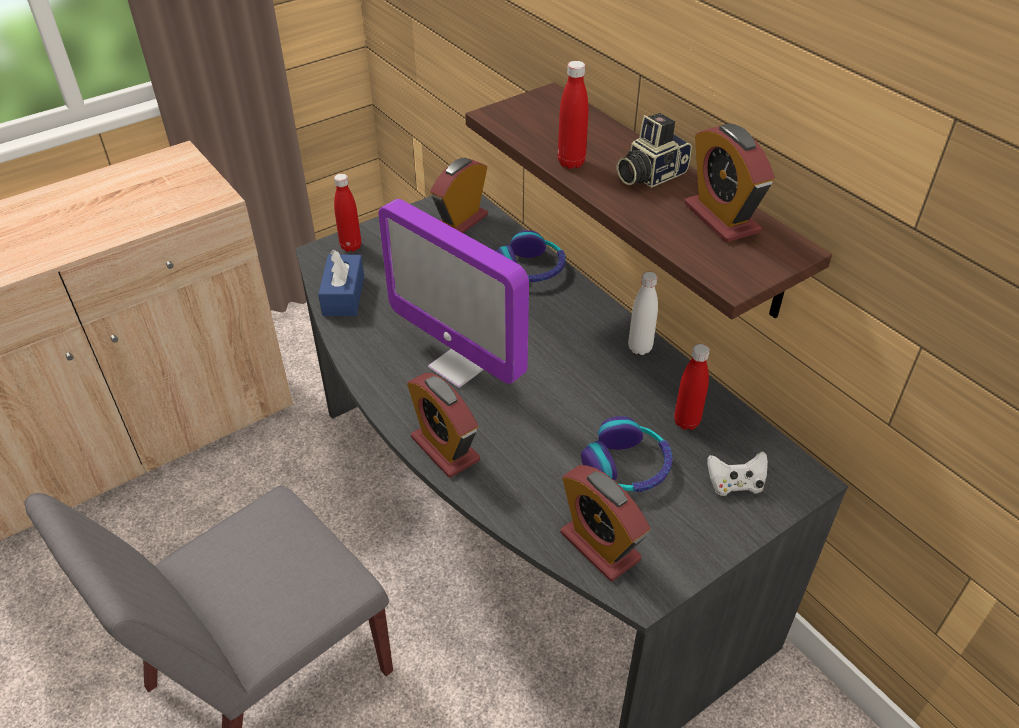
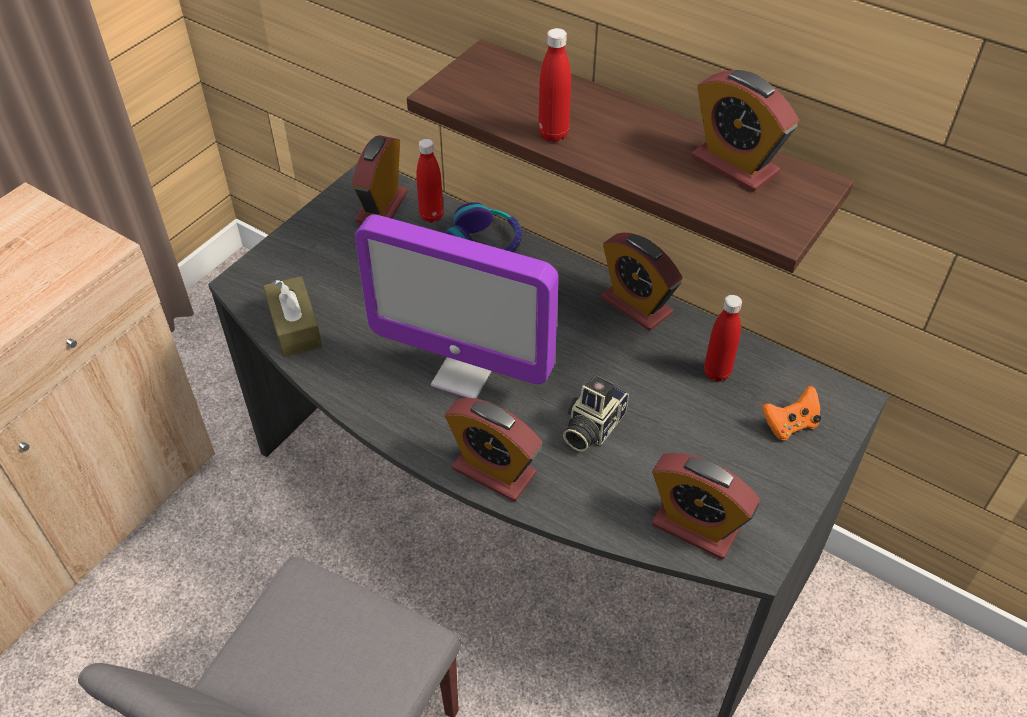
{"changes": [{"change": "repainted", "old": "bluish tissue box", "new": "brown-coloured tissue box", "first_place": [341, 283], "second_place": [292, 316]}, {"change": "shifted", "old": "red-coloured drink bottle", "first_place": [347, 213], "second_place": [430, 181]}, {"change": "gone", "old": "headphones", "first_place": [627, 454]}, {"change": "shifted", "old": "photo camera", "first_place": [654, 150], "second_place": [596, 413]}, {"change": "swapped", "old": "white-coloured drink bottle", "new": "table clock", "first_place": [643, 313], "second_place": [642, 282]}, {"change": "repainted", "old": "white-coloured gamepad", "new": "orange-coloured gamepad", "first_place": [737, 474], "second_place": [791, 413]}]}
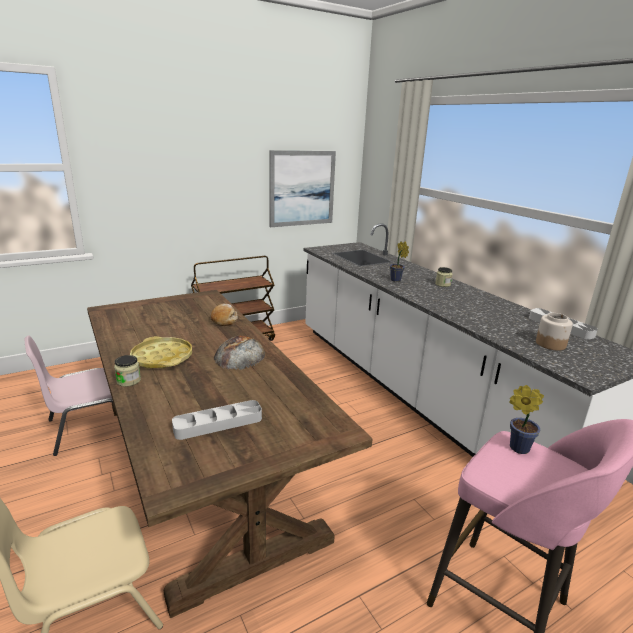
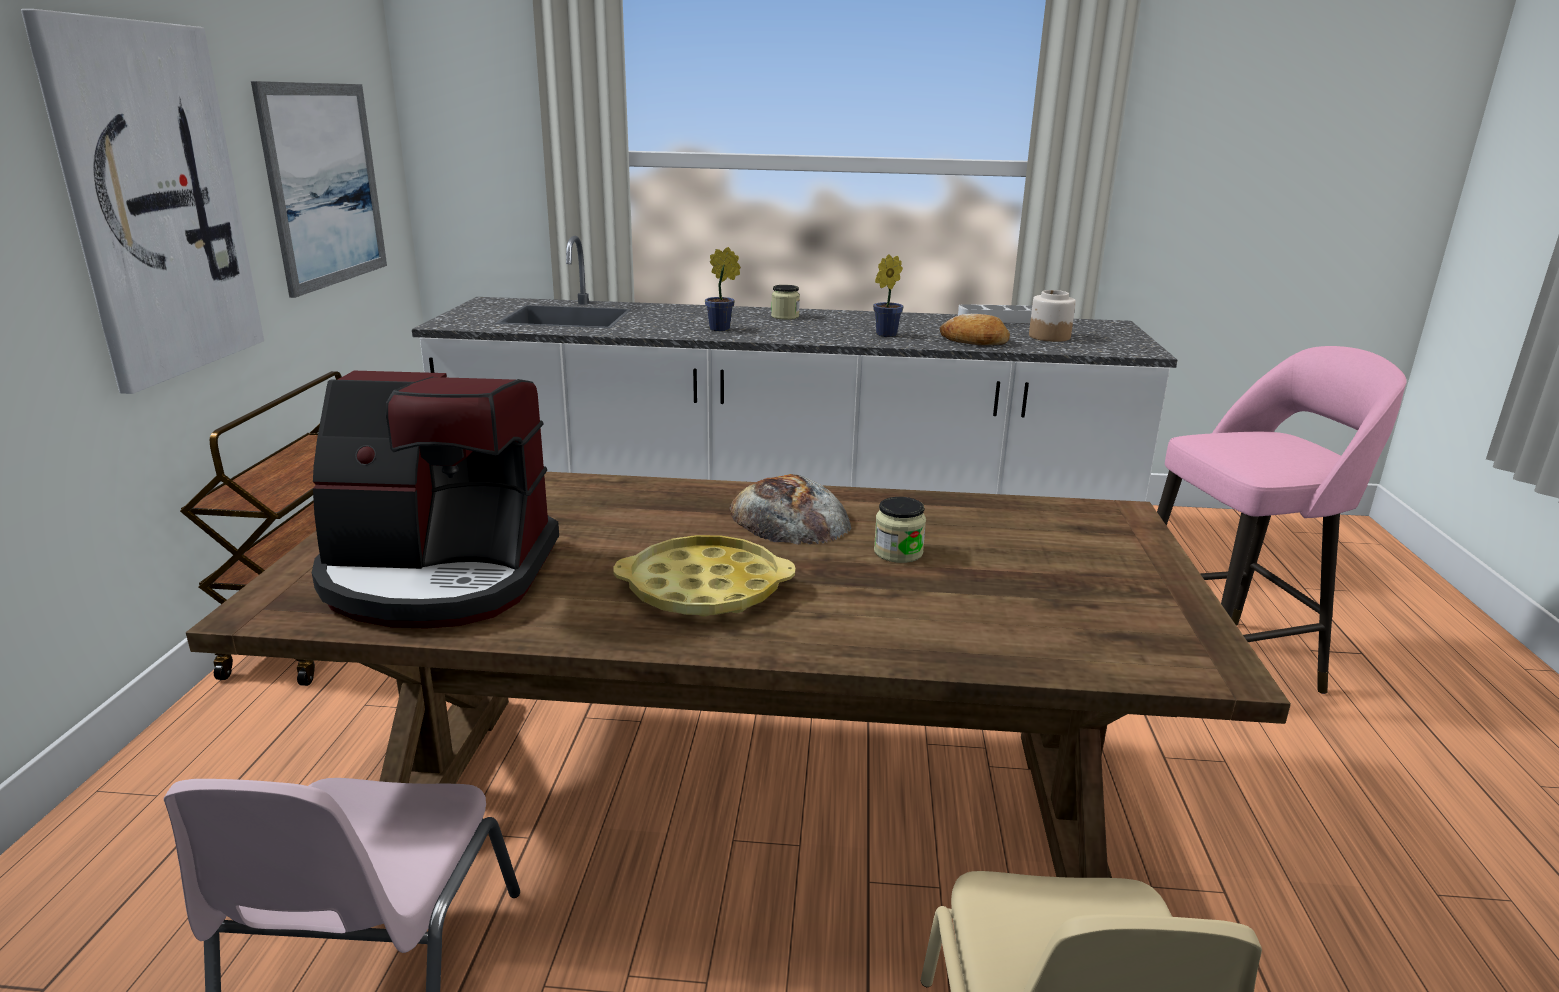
{"changes": [{"change": "shifted", "old": "storage jar", "first_place": [127, 371], "second_place": [900, 530]}, {"change": "gone", "old": "grey carrying tray", "first_place": [217, 420]}, {"change": "shifted", "old": "bakery bread", "first_place": [224, 314], "second_place": [975, 329]}, {"change": "shifted", "old": "plant in a pot", "first_place": [526, 419], "second_place": [888, 295]}, {"change": "new", "new": "wall picture", "second_place": [142, 201]}, {"change": "new", "new": "coffee maker", "second_place": [435, 499]}]}
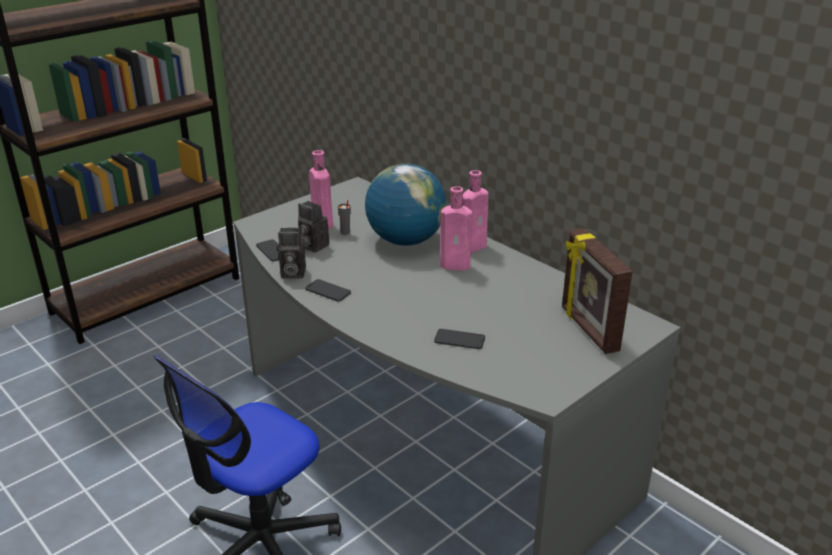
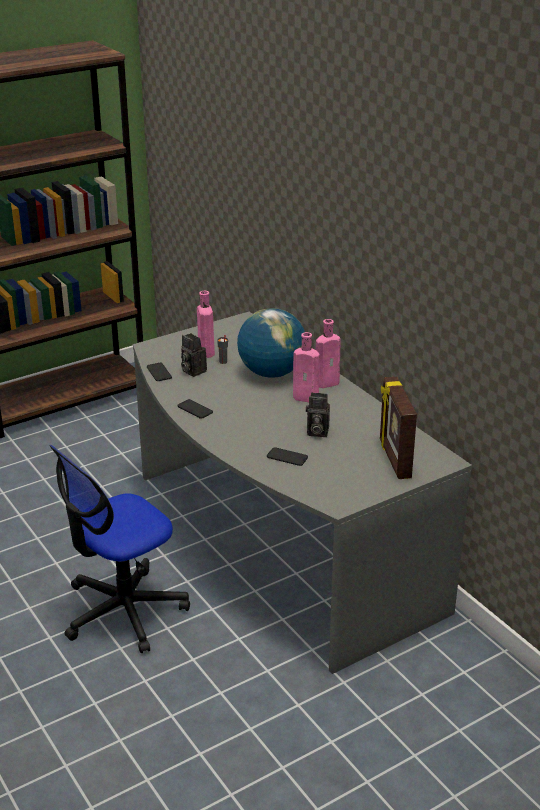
{"changes": [{"change": "shifted", "old": "photo camera", "first_place": [291, 253], "second_place": [318, 415]}]}
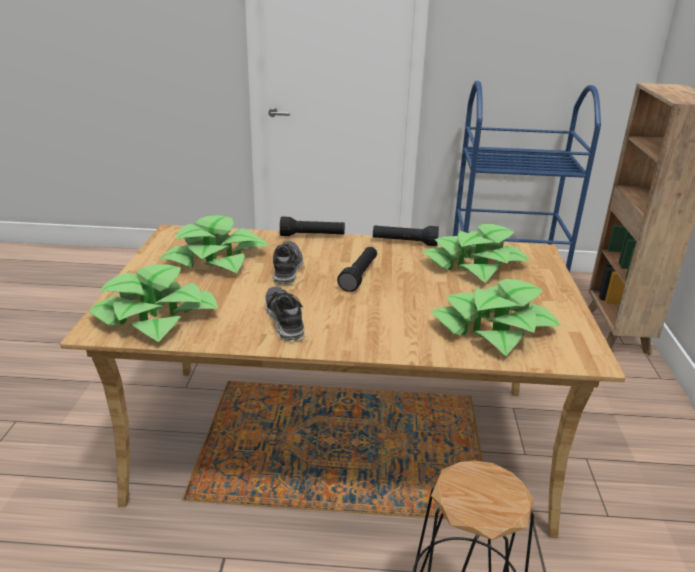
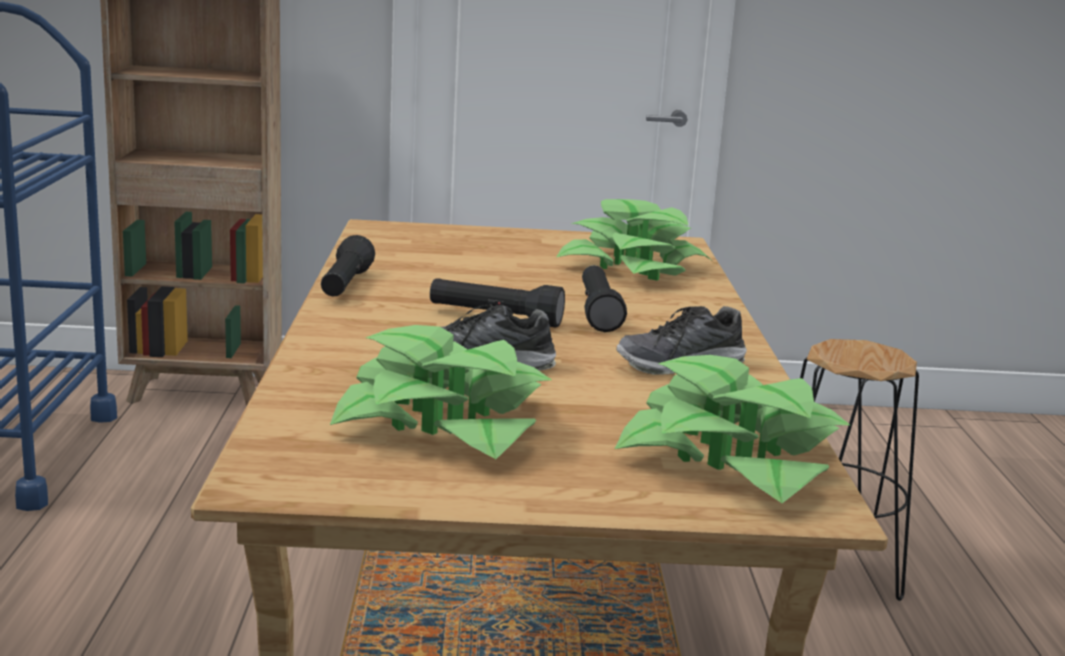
{"changes": [{"change": "shifted", "old": "black-coloured hand torch", "first_place": [312, 226], "second_place": [604, 298]}, {"change": "gone", "old": "plant in a pot", "first_place": [476, 253]}]}
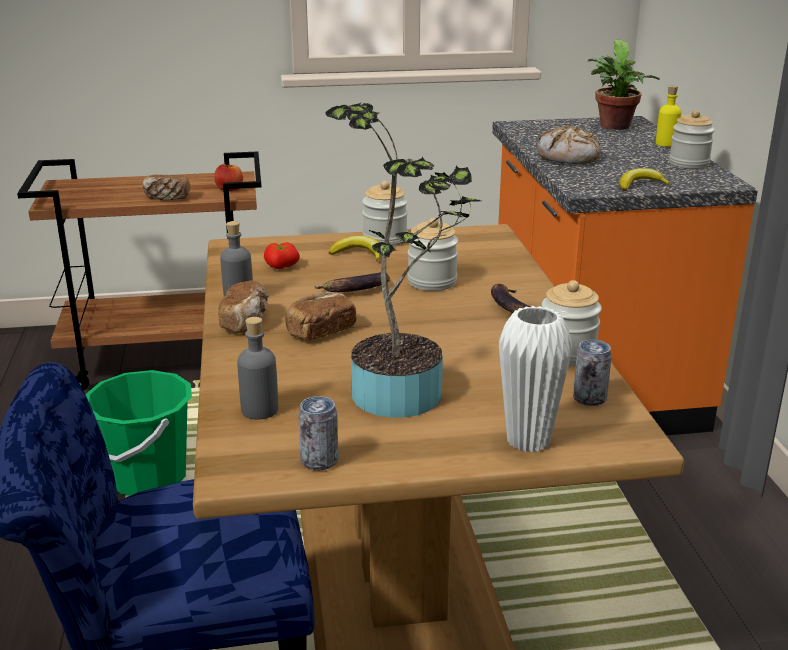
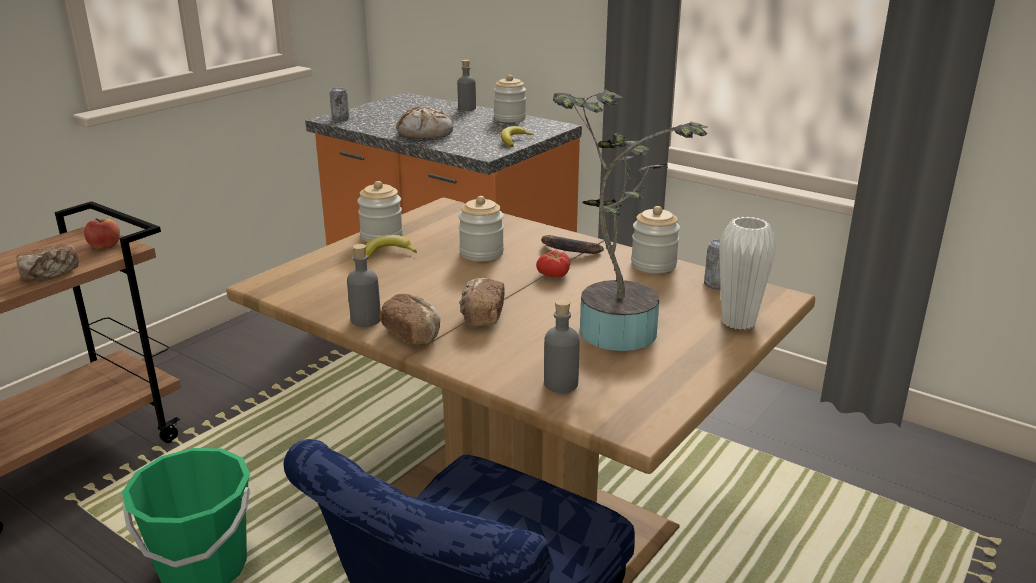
{"changes": [{"change": "shifted", "old": "fresh tomato", "first_place": [282, 255], "second_place": [553, 264]}, {"change": "shifted", "old": "metal can", "first_place": [318, 433], "second_place": [339, 104]}, {"change": "gone", "old": "banana fruit", "first_place": [352, 282]}, {"change": "gone", "old": "plant in a pot", "first_place": [624, 85]}, {"change": "repainted", "old": "yellow drink bottle", "new": "grey drink bottle", "first_place": [668, 116], "second_place": [466, 85]}]}
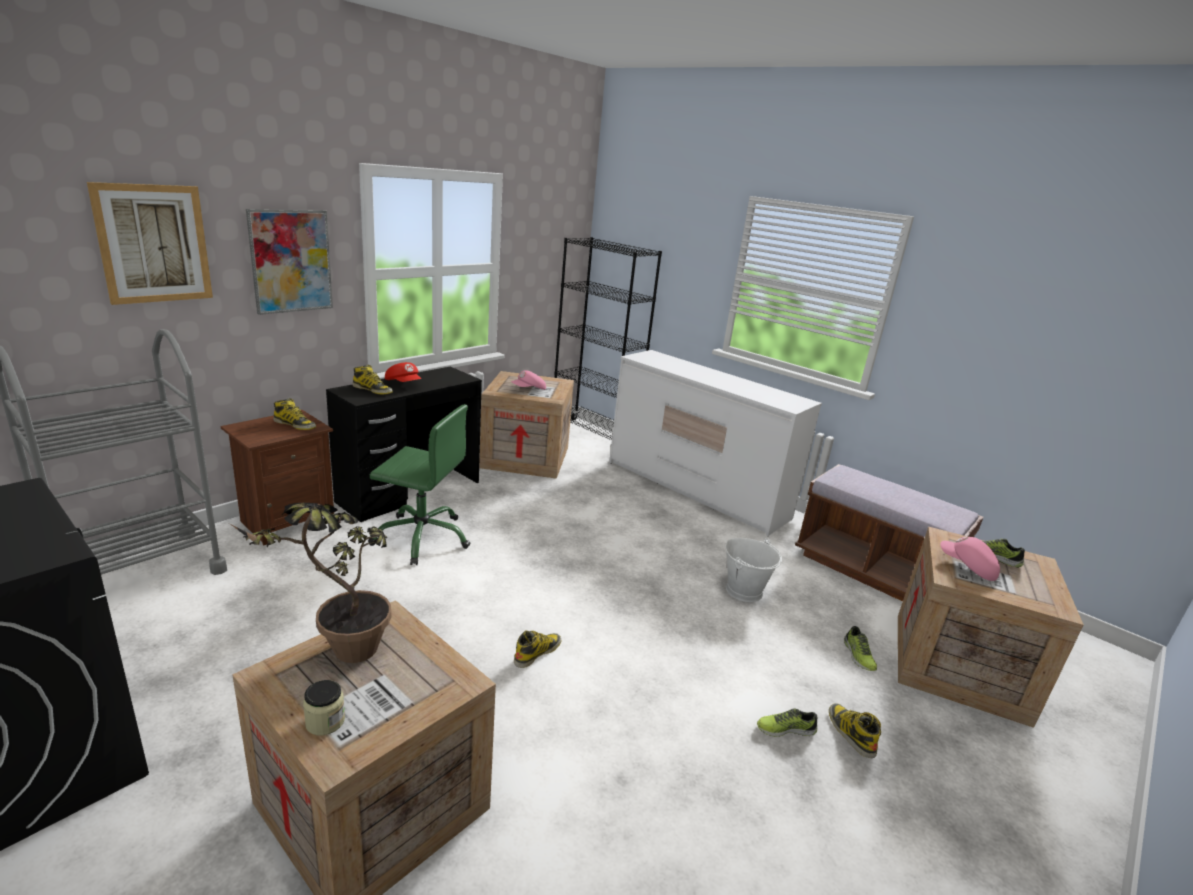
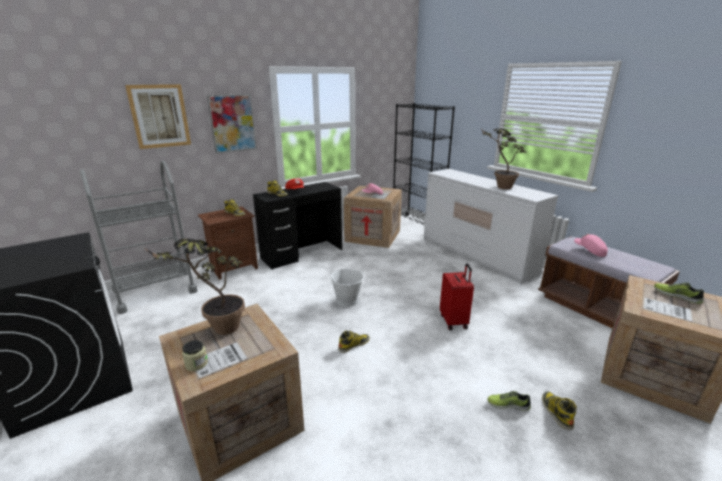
{"changes": [{"change": "gone", "old": "green office chair", "first_place": [419, 484]}, {"change": "shifted", "old": "white-coloured water bucket", "first_place": [753, 570], "second_place": [347, 287]}, {"change": "gone", "old": "shoe", "first_place": [860, 648]}, {"change": "shifted", "old": "pink-coloured baseball cap", "first_place": [970, 558], "second_place": [591, 245]}, {"change": "new", "new": "red-coloured suitcase", "second_place": [457, 296]}, {"change": "new", "new": "plant in a pot", "second_place": [504, 158]}]}
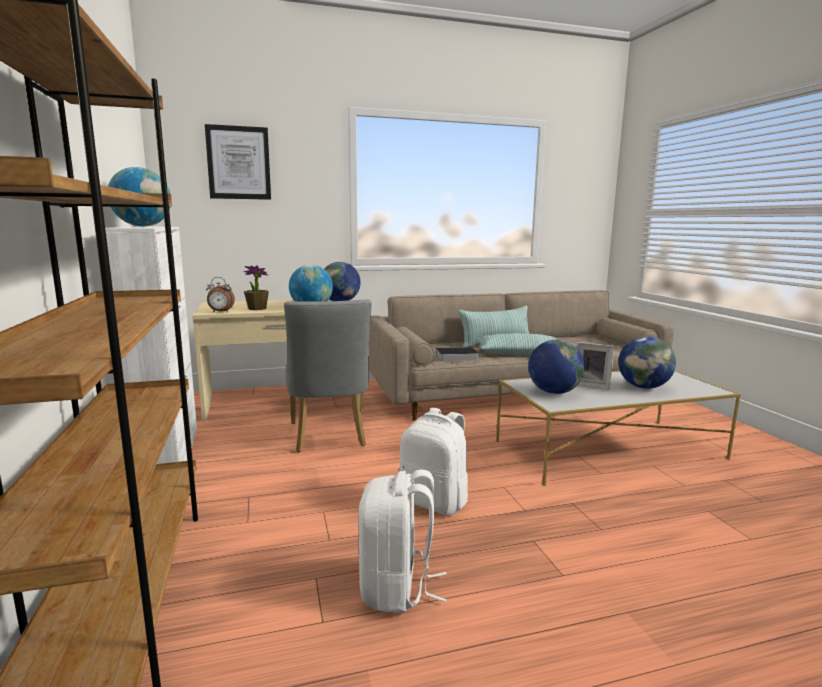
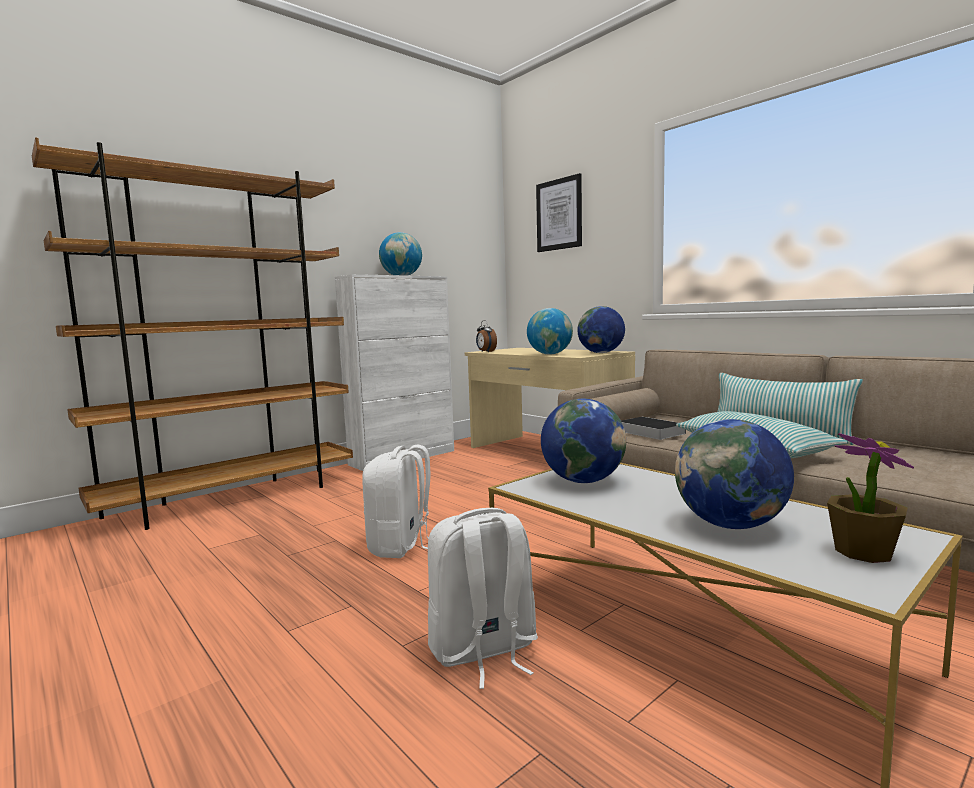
{"changes": [{"change": "shifted", "old": "plant in a pot", "first_place": [256, 287], "second_place": [870, 498]}, {"change": "gone", "old": "grey upright chair", "first_place": [328, 375]}, {"change": "shifted", "old": "white-coloured knapsack", "first_place": [402, 541], "second_place": [483, 598]}, {"change": "gone", "old": "photo frame", "first_place": [596, 365]}]}
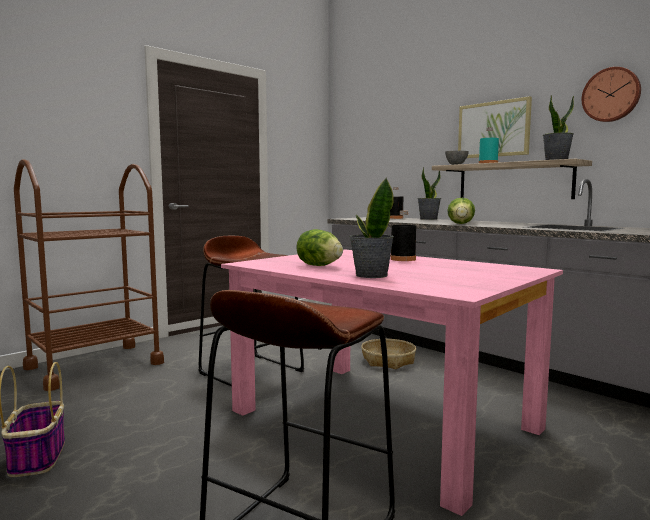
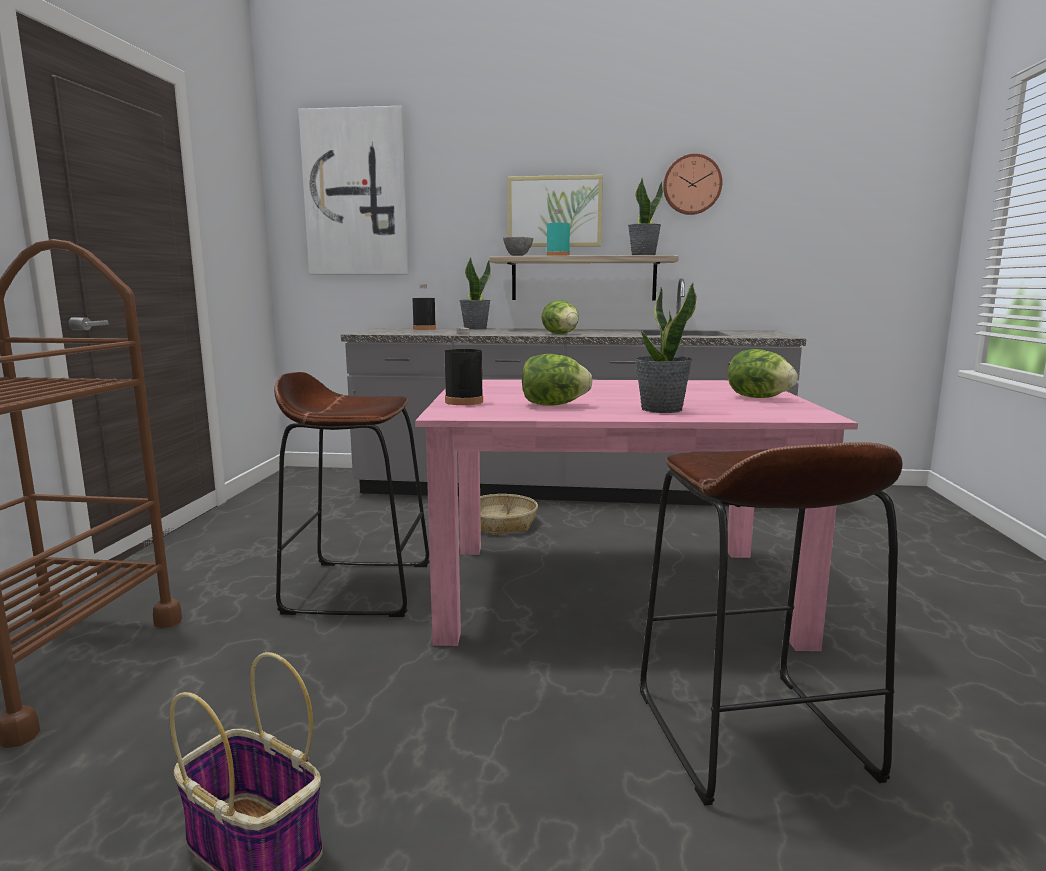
{"changes": [{"change": "shifted", "old": "black-coloured drink bottle", "first_place": [403, 236], "second_place": [464, 366]}, {"change": "new", "new": "wall picture", "second_place": [353, 190]}, {"change": "new", "new": "lettuce", "second_place": [763, 373]}]}
